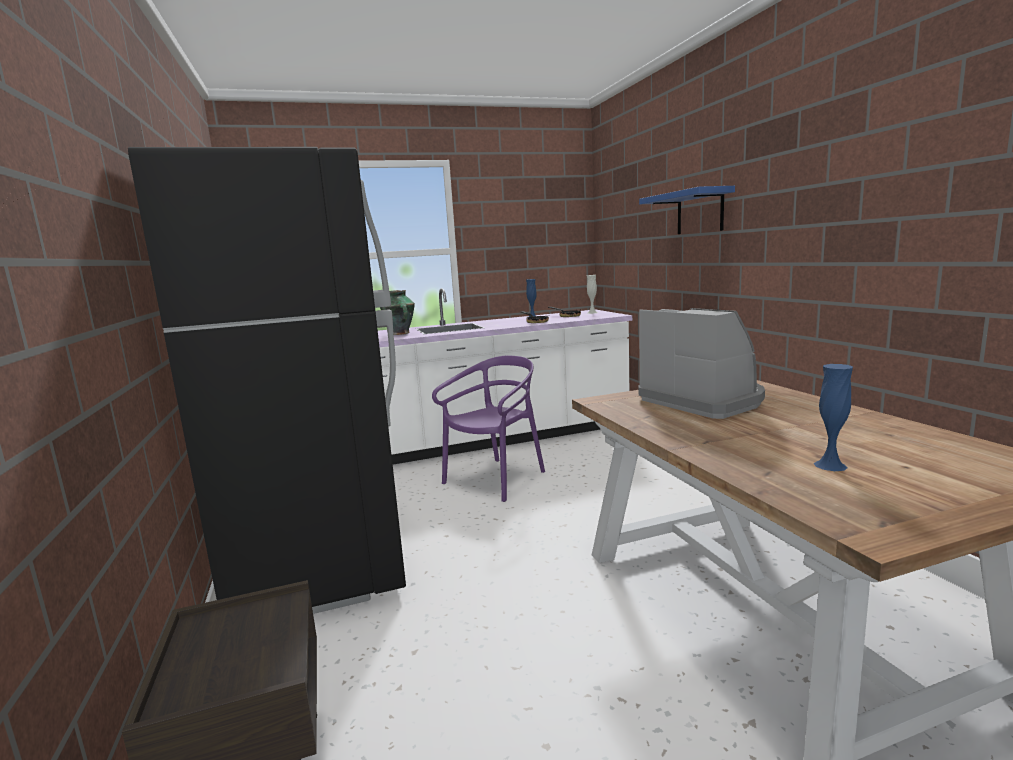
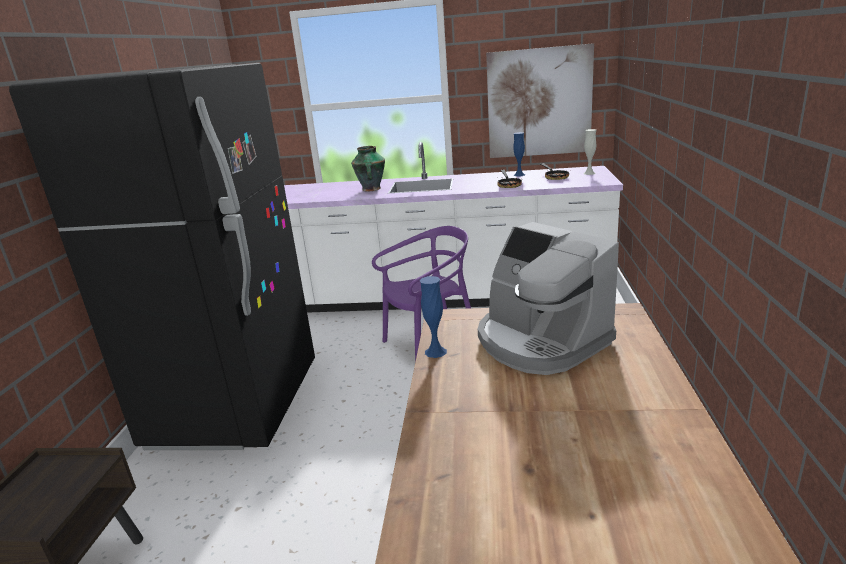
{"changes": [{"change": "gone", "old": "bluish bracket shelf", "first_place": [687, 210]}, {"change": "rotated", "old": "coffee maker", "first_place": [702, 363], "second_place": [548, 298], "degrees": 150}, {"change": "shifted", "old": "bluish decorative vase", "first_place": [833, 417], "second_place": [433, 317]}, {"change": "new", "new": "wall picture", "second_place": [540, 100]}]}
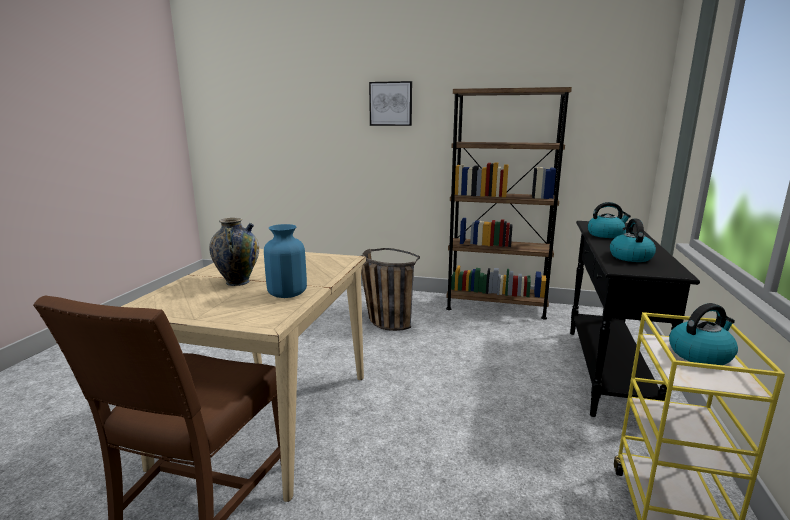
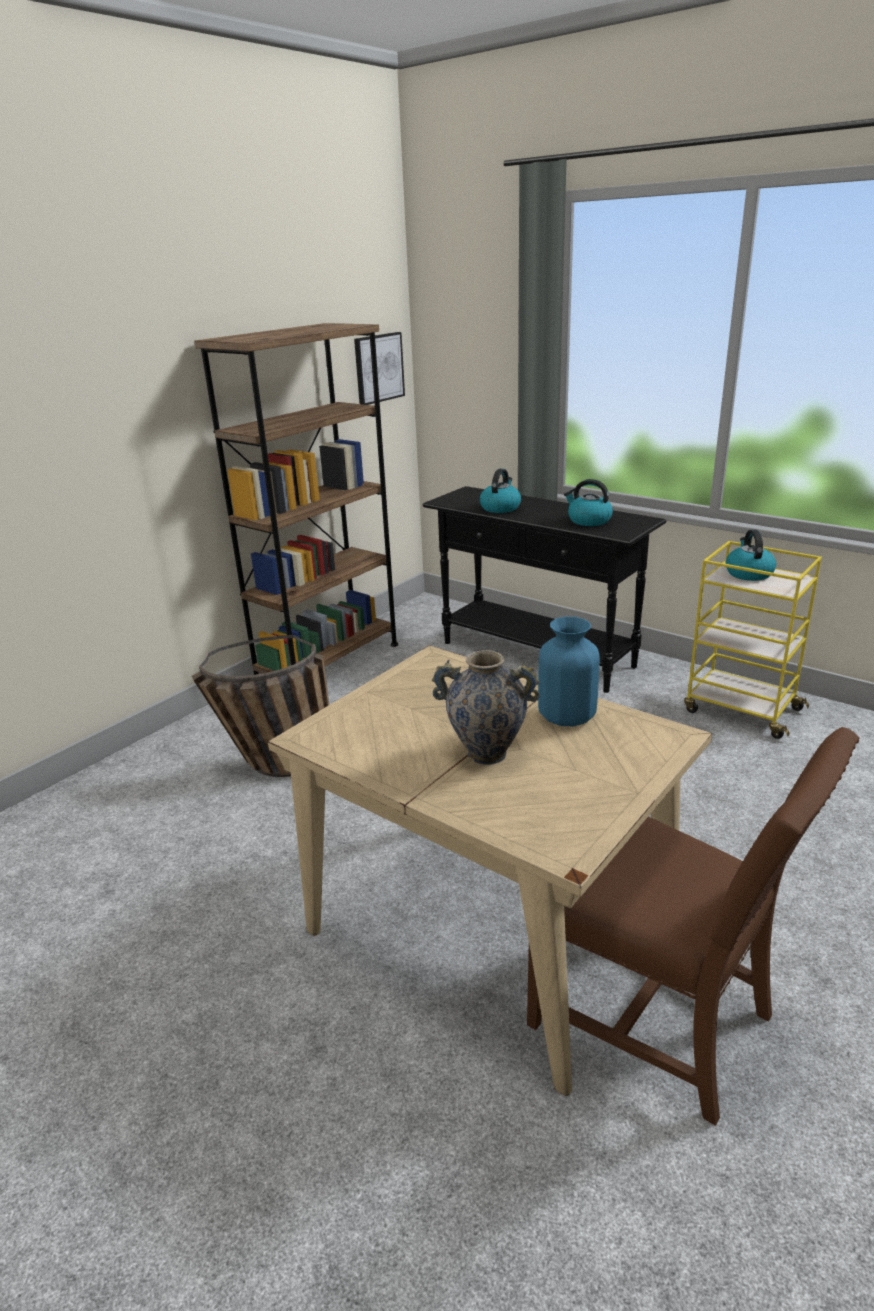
{"changes": [{"change": "shifted", "old": "wall picture", "first_place": [390, 103], "second_place": [379, 368]}]}
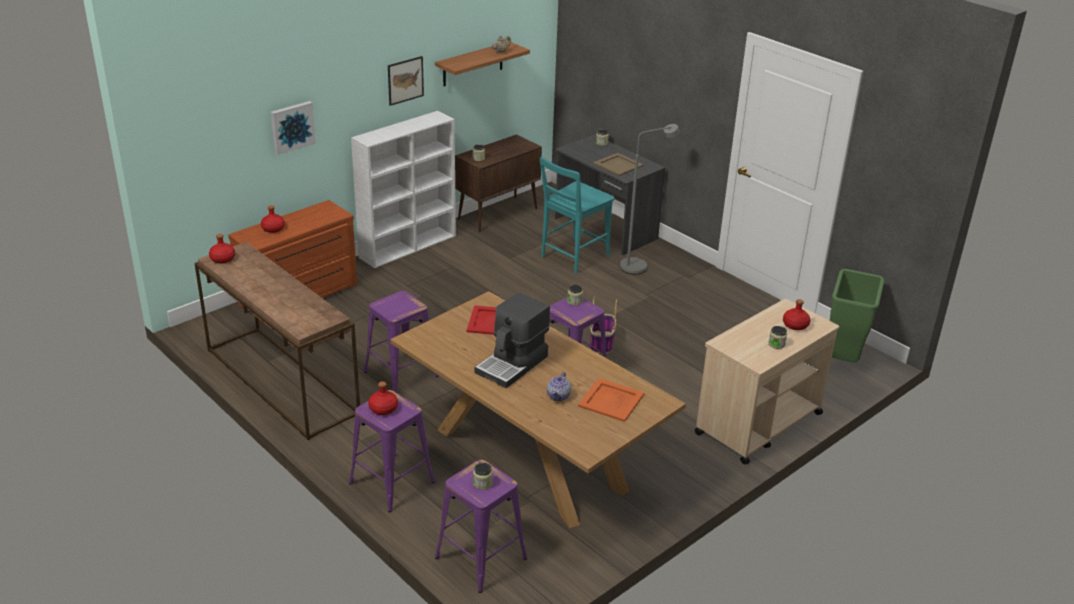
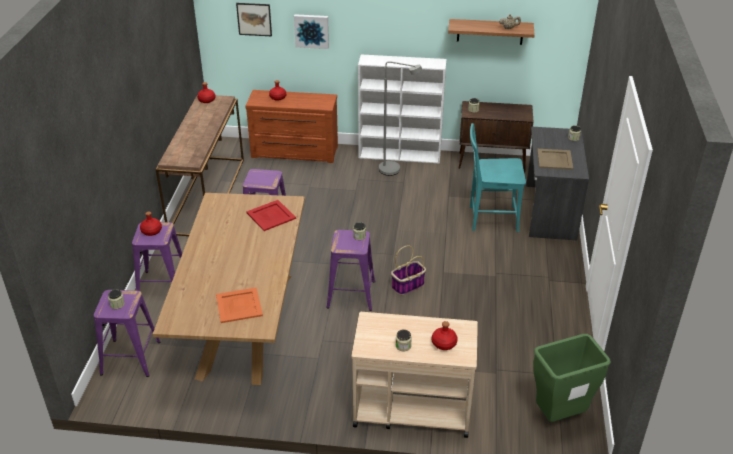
{"changes": [{"change": "shifted", "old": "wall picture", "first_place": [406, 81], "second_place": [254, 19]}, {"change": "gone", "old": "coffee maker", "first_place": [512, 340]}, {"change": "gone", "old": "pot for tea", "first_place": [559, 386]}, {"change": "shifted", "old": "grey standing lamp", "first_place": [649, 199], "second_place": [400, 118]}]}
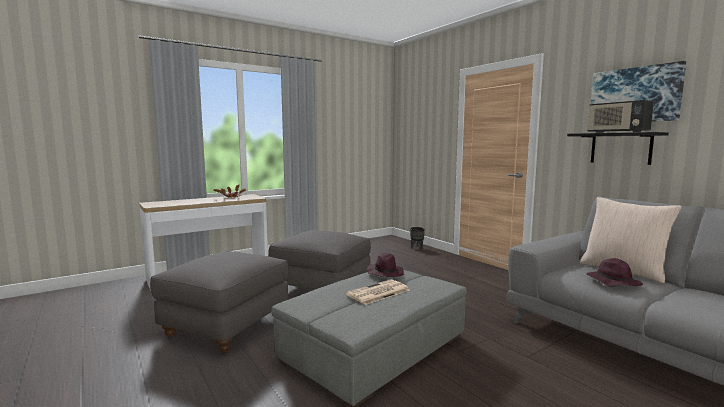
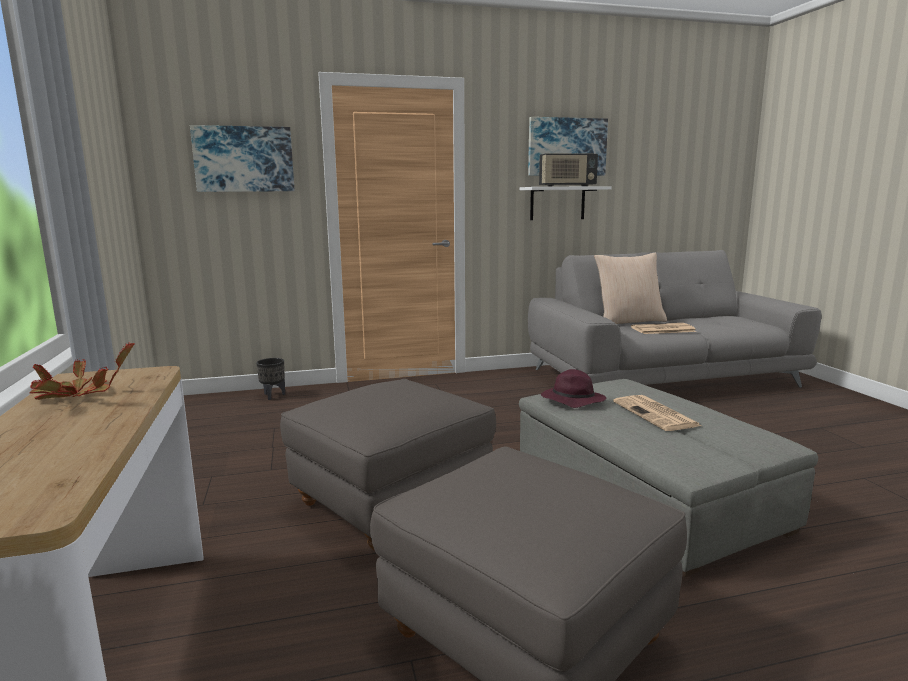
{"changes": [{"change": "repainted", "old": "black-coloured bracket shelf", "new": "white-coloured bracket shelf", "first_place": [618, 148], "second_place": [566, 203]}, {"change": "swapped", "old": "purplish wearable hat", "new": "printed paper", "first_place": [614, 272], "second_place": [664, 328]}, {"change": "new", "new": "wall picture", "second_place": [242, 158]}]}
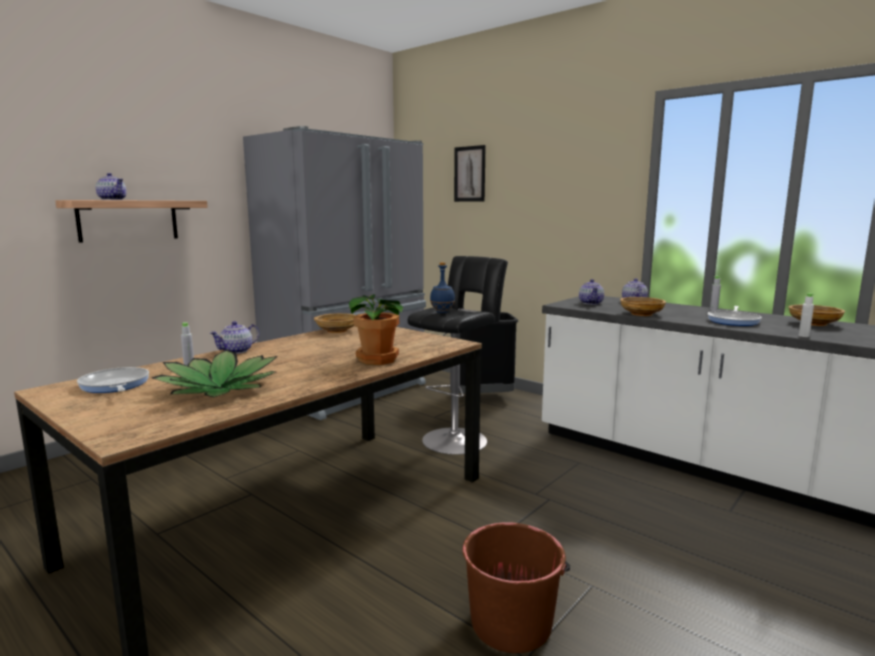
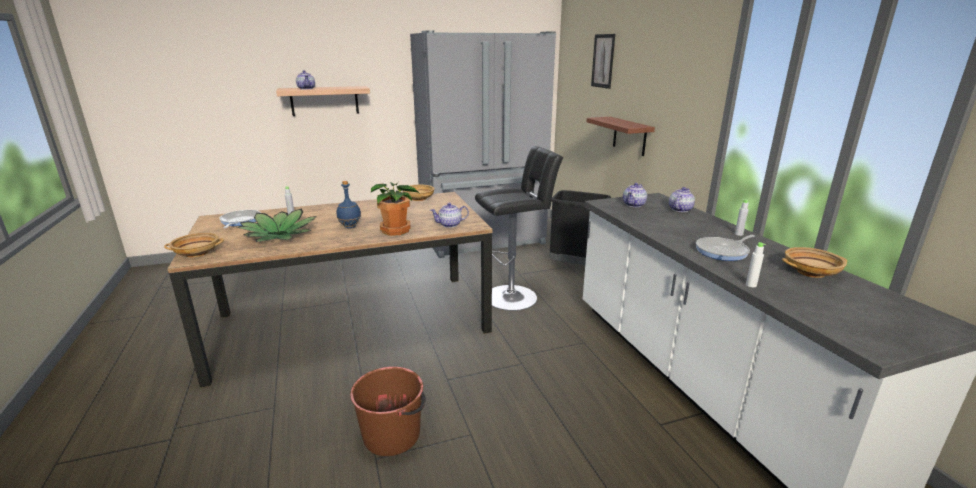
{"changes": [{"change": "shifted", "old": "pot for tea", "first_place": [234, 337], "second_place": [449, 215]}, {"change": "shifted", "old": "bluish drink bottle", "first_place": [442, 287], "second_place": [349, 204]}, {"change": "shifted", "old": "sand-coloured serving bowl", "first_place": [643, 306], "second_place": [194, 245]}, {"change": "new", "new": "bracket shelf", "second_place": [621, 136]}]}
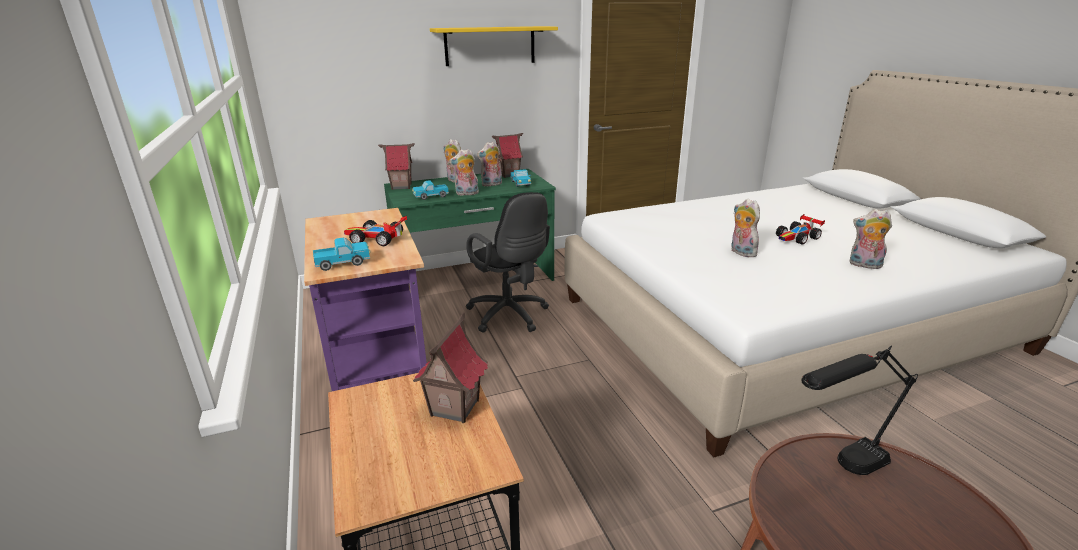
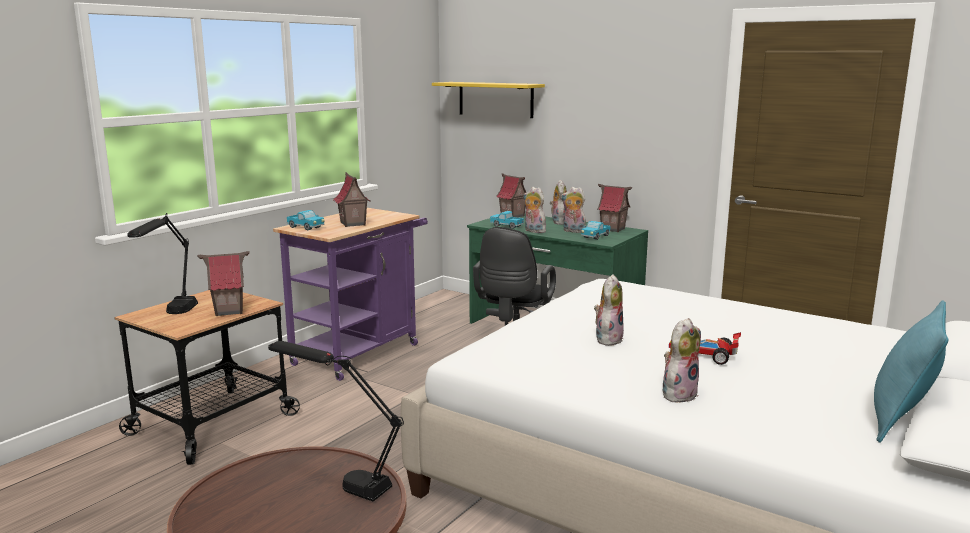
{"changes": [{"change": "swapped", "old": "toy car", "new": "toy house", "first_place": [375, 231], "second_place": [351, 199]}, {"change": "shifted", "old": "yellow bracket shelf", "first_place": [494, 46], "second_place": [488, 100]}, {"change": "rotated", "old": "soft toy", "first_place": [871, 239], "second_place": [682, 360], "degrees": 60}, {"change": "new", "new": "black-coloured lamp for a table", "second_place": [162, 263]}, {"change": "new", "new": "turquoise-coloured pillow", "second_place": [911, 371]}]}
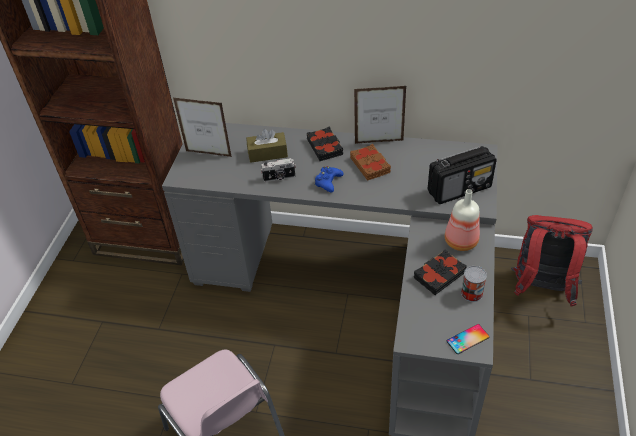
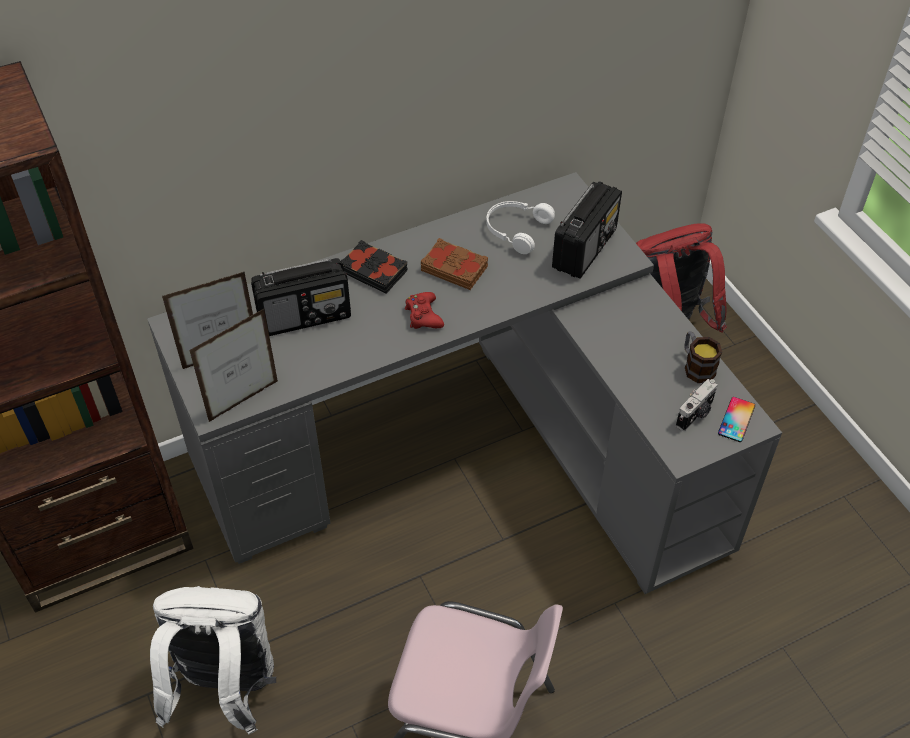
{"changes": [{"change": "swapped", "old": "brown-coloured tissue box", "new": "radio receiver", "first_place": [267, 146], "second_place": [301, 297]}, {"change": "shifted", "old": "photo camera", "first_place": [278, 170], "second_place": [697, 405]}, {"change": "repainted", "old": "bluish gamepad", "new": "red-coloured gamepad", "first_place": [329, 179], "second_place": [424, 310]}, {"change": "shifted", "old": "photo frame", "first_place": [380, 115], "second_place": [233, 365]}, {"change": "gone", "old": "black-coloured volume", "first_place": [440, 272]}, {"change": "gone", "old": "drink bottle", "first_place": [462, 220]}, {"change": "swapped", "old": "metal can", "new": "tea mug", "first_place": [474, 284], "second_place": [703, 357]}, {"change": "new", "new": "white-coloured knapsack", "second_place": [213, 660]}, {"change": "new", "new": "white-coloured headphones", "second_place": [520, 227]}]}
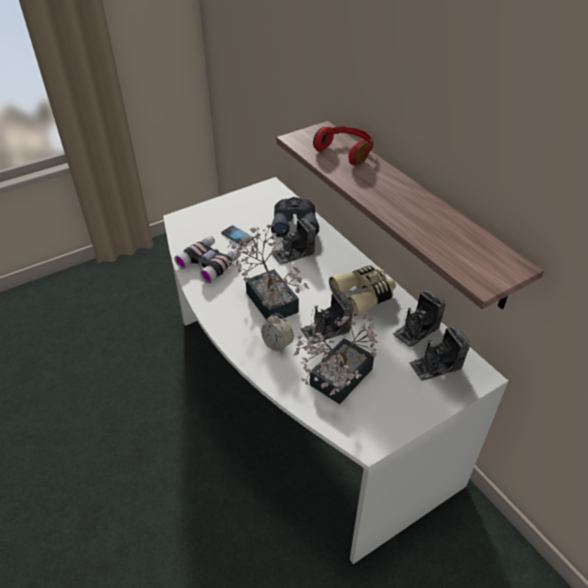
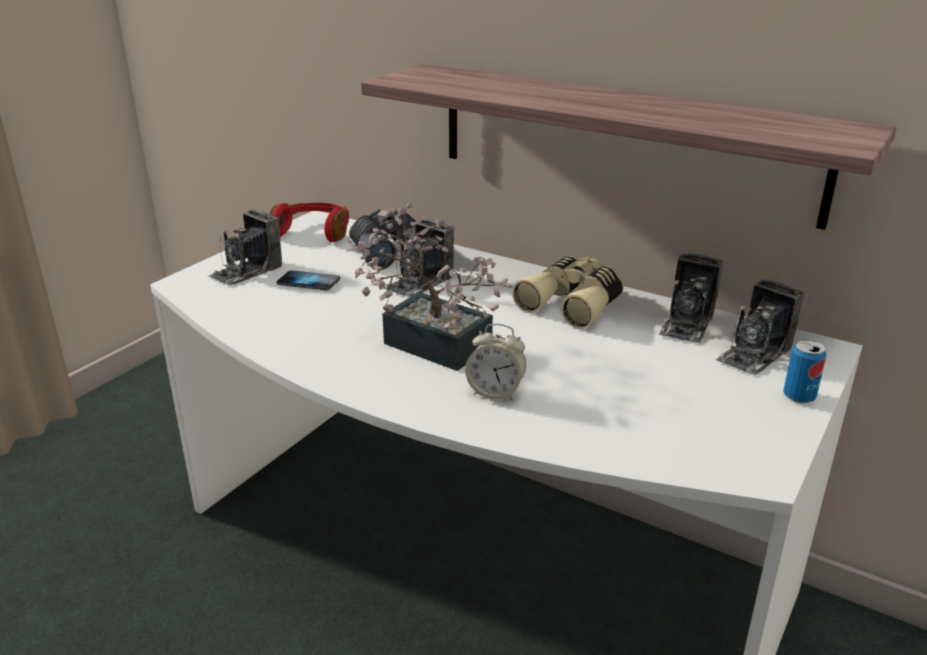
{"changes": [{"change": "gone", "old": "field glasses", "first_place": [207, 259]}, {"change": "gone", "old": "plant in a pot", "first_place": [335, 358]}, {"change": "shifted", "old": "photo camera", "first_place": [327, 318], "second_place": [245, 247]}, {"change": "shifted", "old": "red-coloured headphones", "first_place": [343, 145], "second_place": [309, 222]}, {"change": "new", "new": "metal can", "second_place": [804, 371]}]}
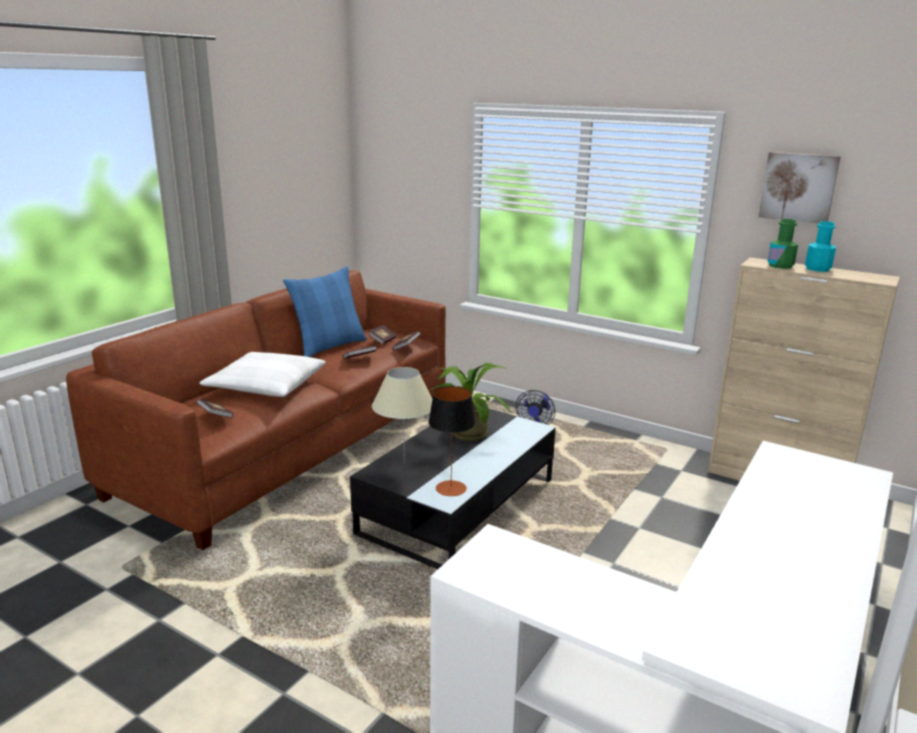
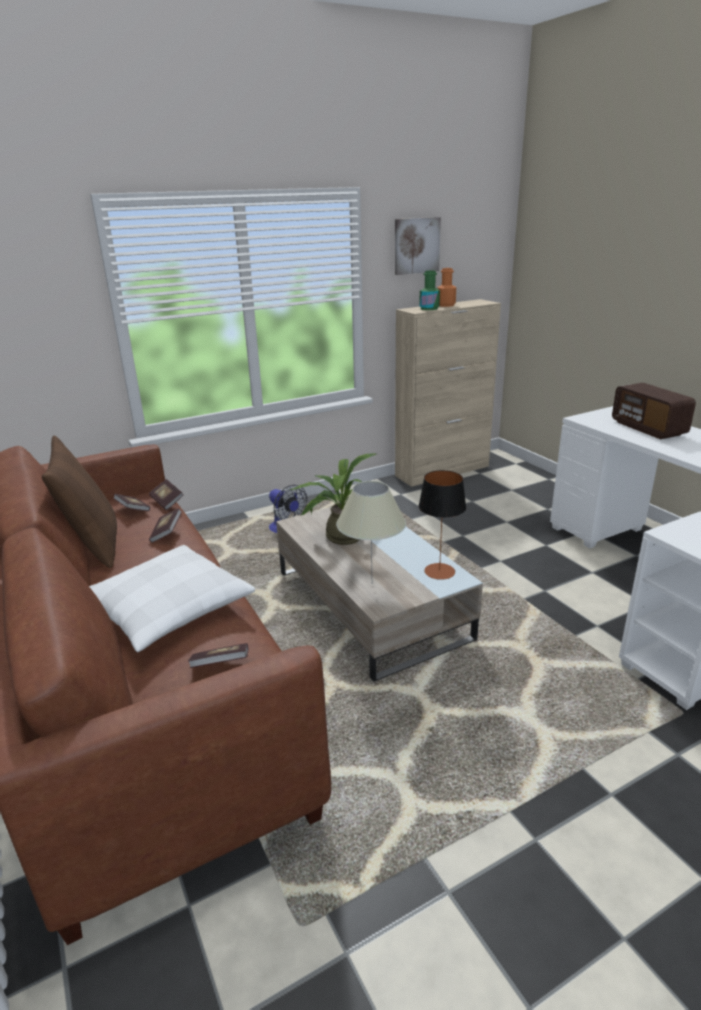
{"changes": [{"change": "repainted", "old": "bluish pillow", "new": "brown-coloured pillow", "first_place": [325, 311], "second_place": [79, 502]}, {"change": "repainted", "old": "black-coloured lounge table", "new": "sand-coloured lounge table", "first_place": [453, 489], "second_place": [379, 594]}, {"change": "repainted", "old": "turquoise-coloured drink bottle", "new": "orange-coloured drink bottle", "first_place": [820, 246], "second_place": [446, 287]}, {"change": "new", "new": "radio receiver", "second_place": [654, 411]}]}
